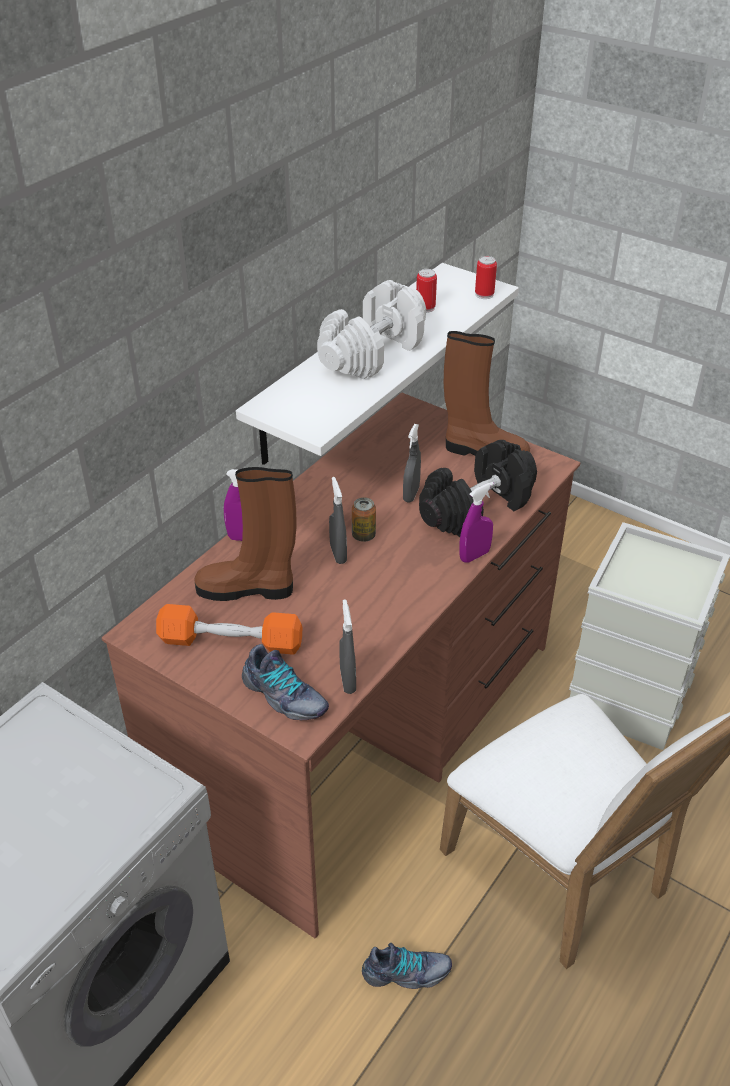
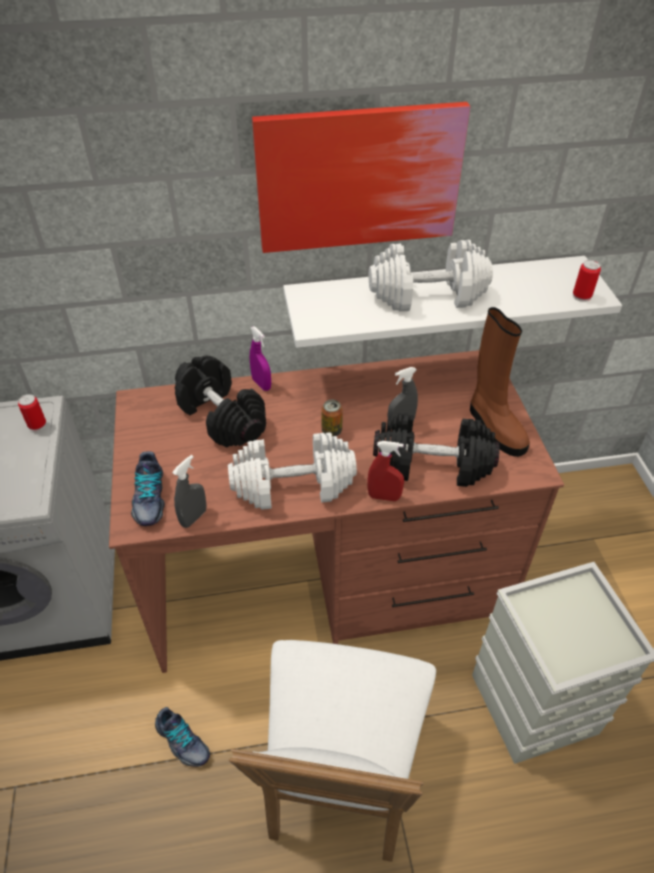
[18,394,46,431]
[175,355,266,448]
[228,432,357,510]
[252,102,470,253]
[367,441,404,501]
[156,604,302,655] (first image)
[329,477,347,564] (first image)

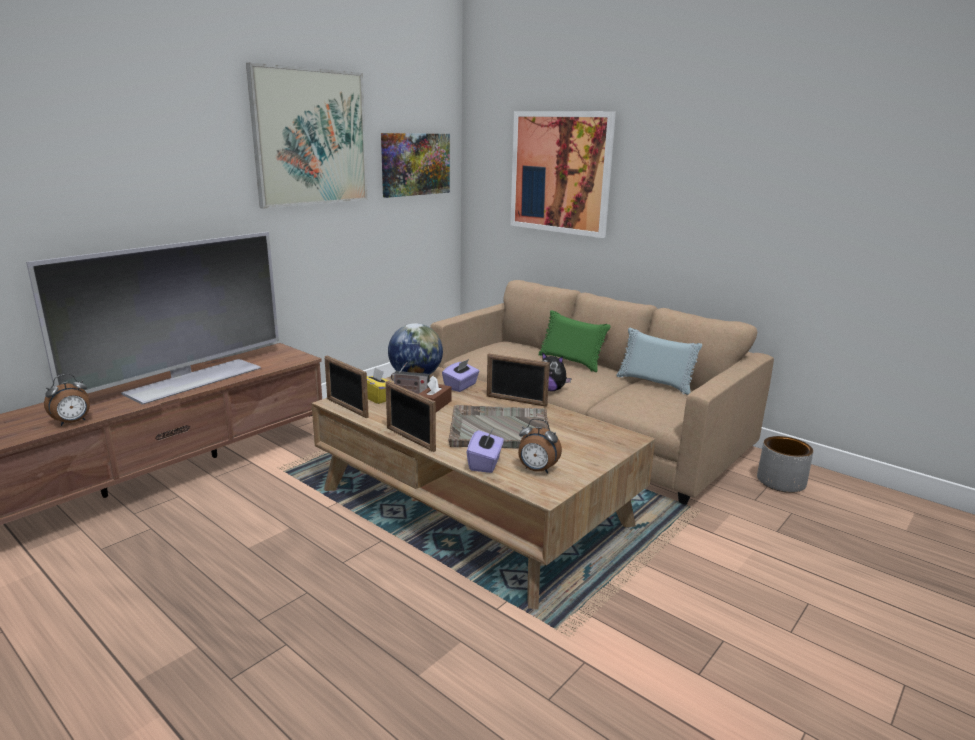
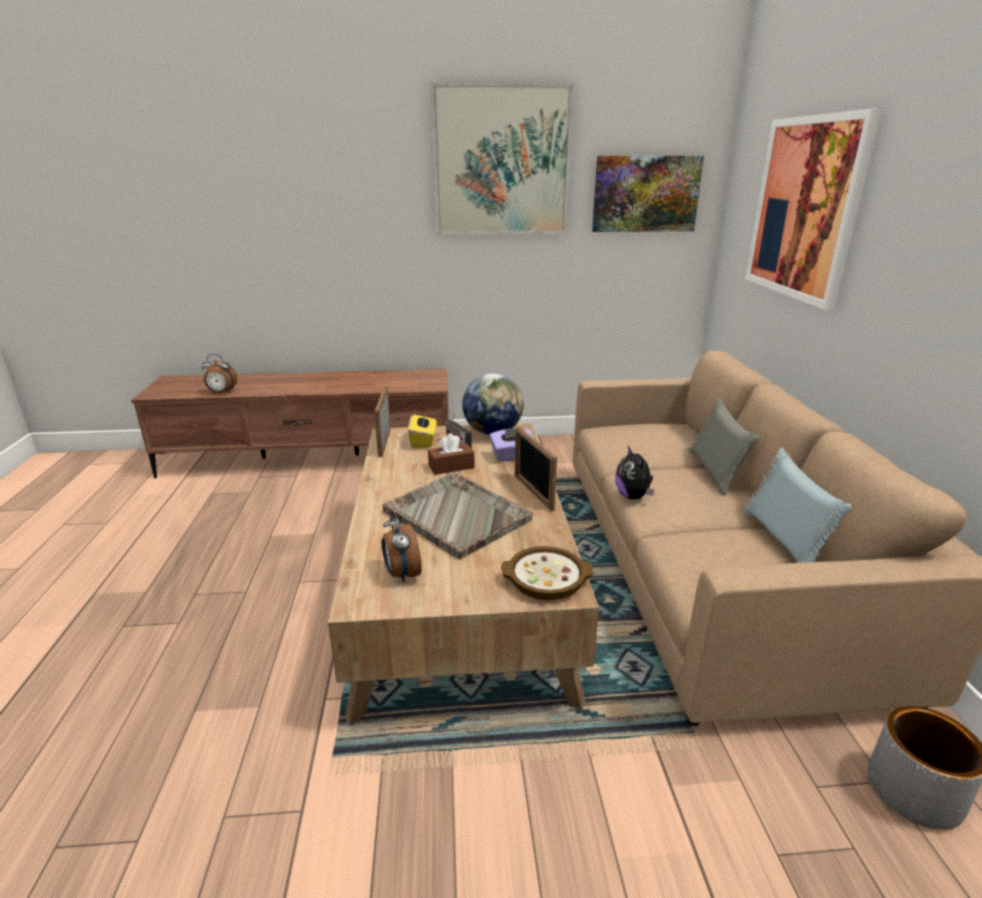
[501,546,593,600]
[688,398,760,496]
[26,232,279,405] (first image)
[386,381,436,452] (first image)
[467,429,504,473] (first image)

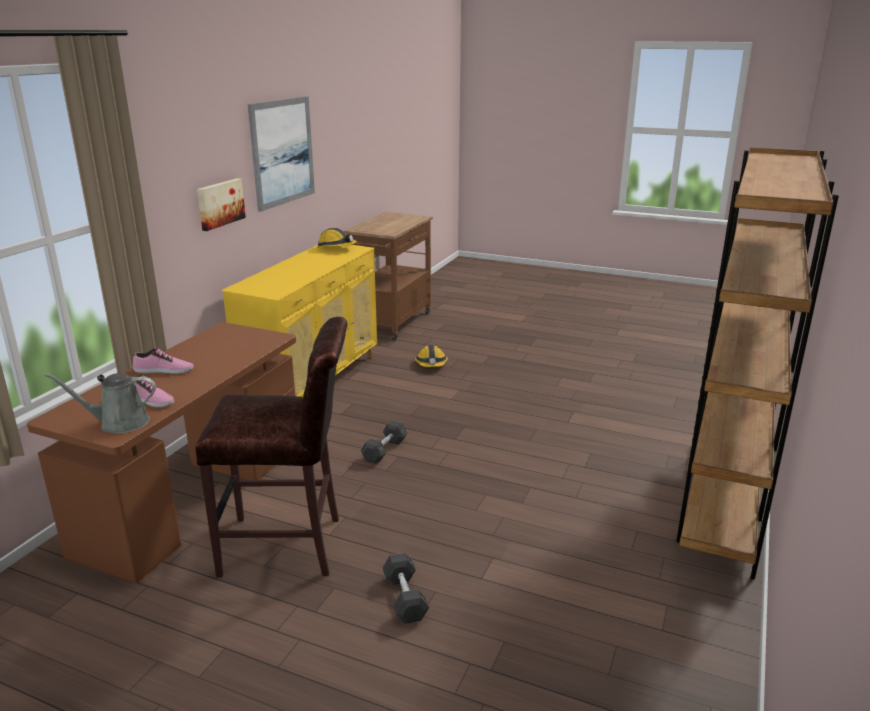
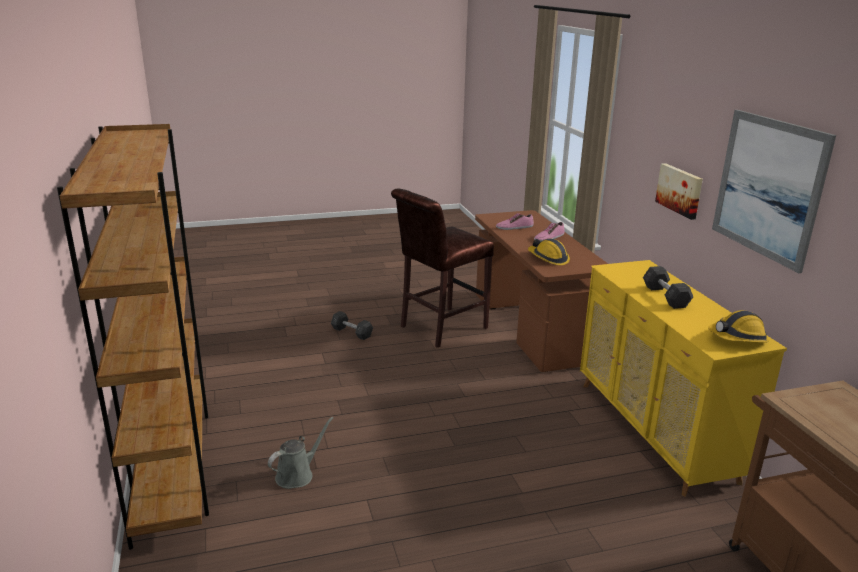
[268,417,333,489]
[528,238,570,265]
[643,266,693,309]

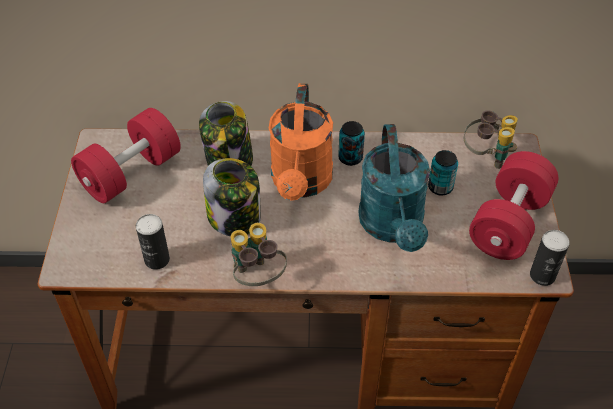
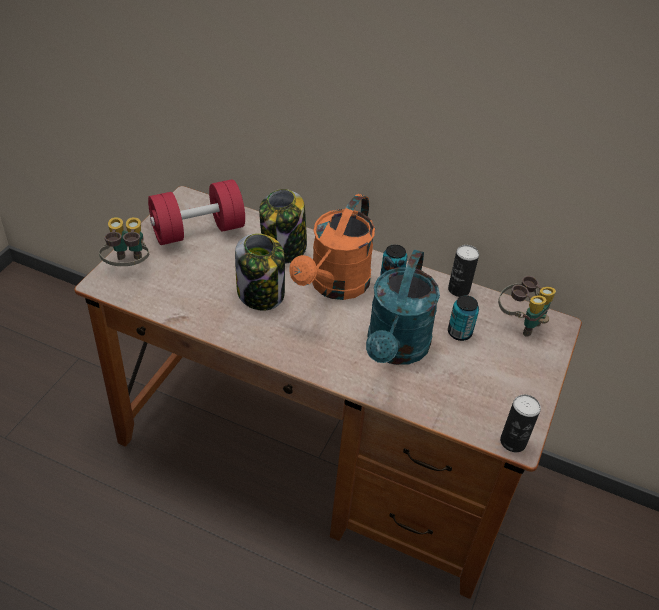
[99,217,149,266]
[448,245,479,297]
[469,151,558,260] (first image)

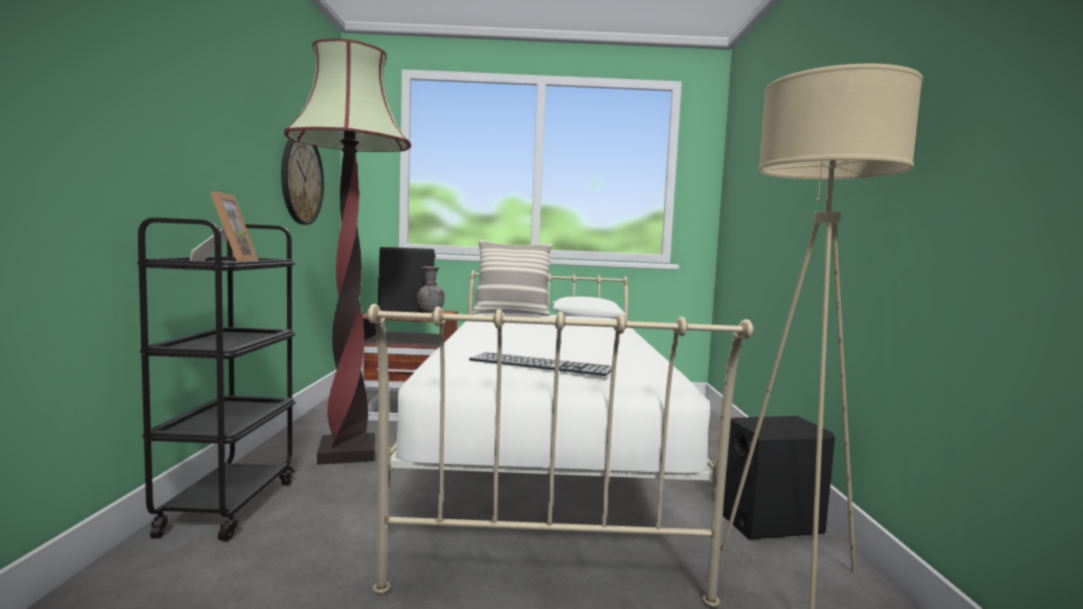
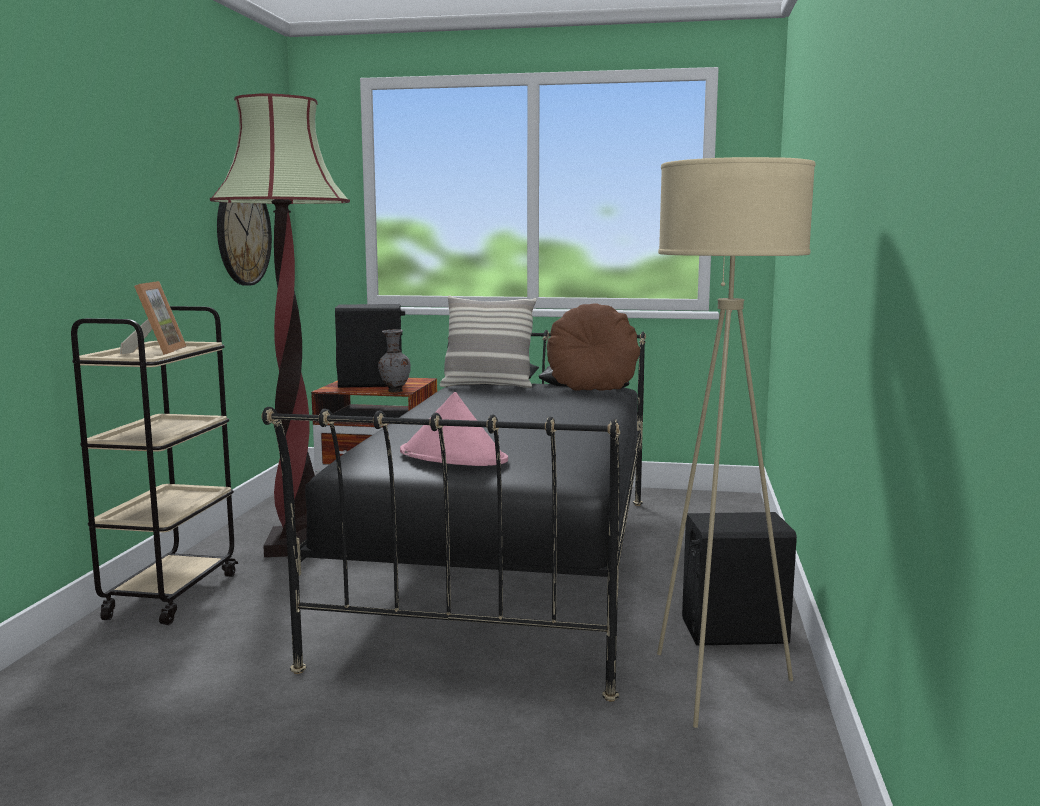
[71,306,238,625]
[261,330,646,701]
[400,392,508,466]
[547,303,640,391]

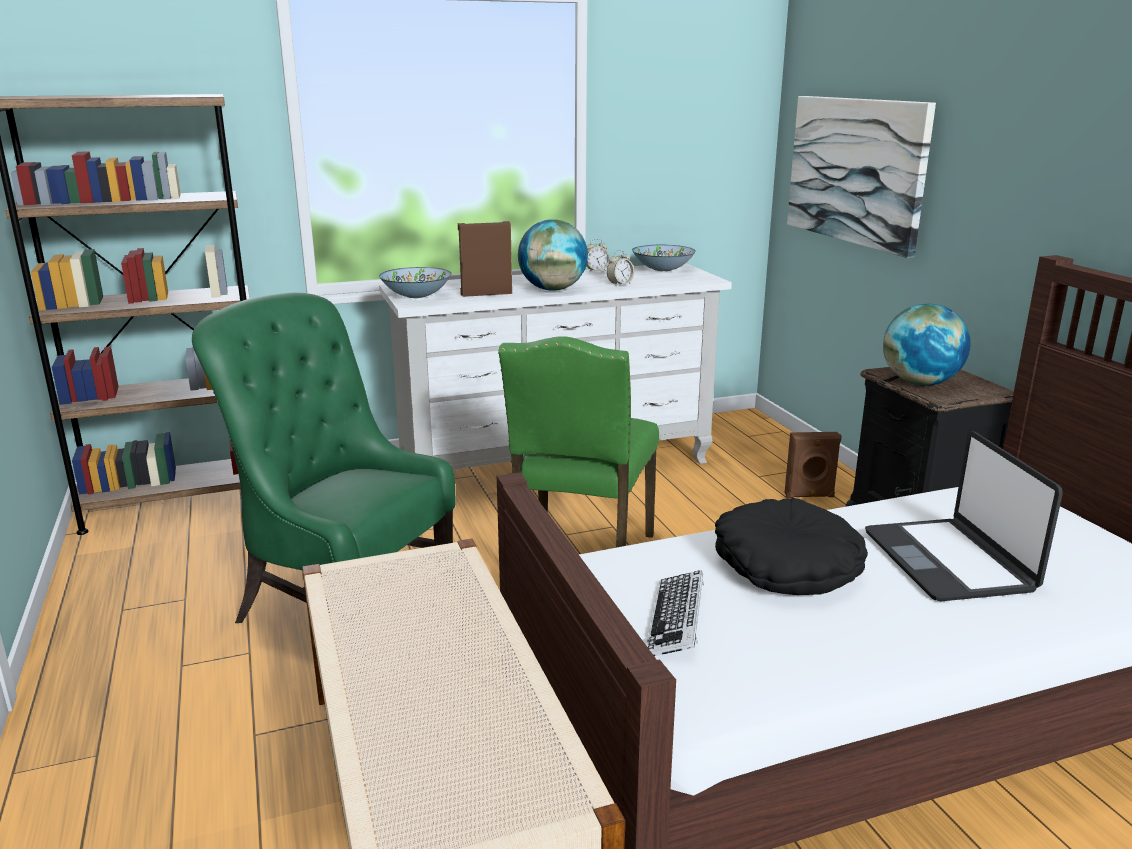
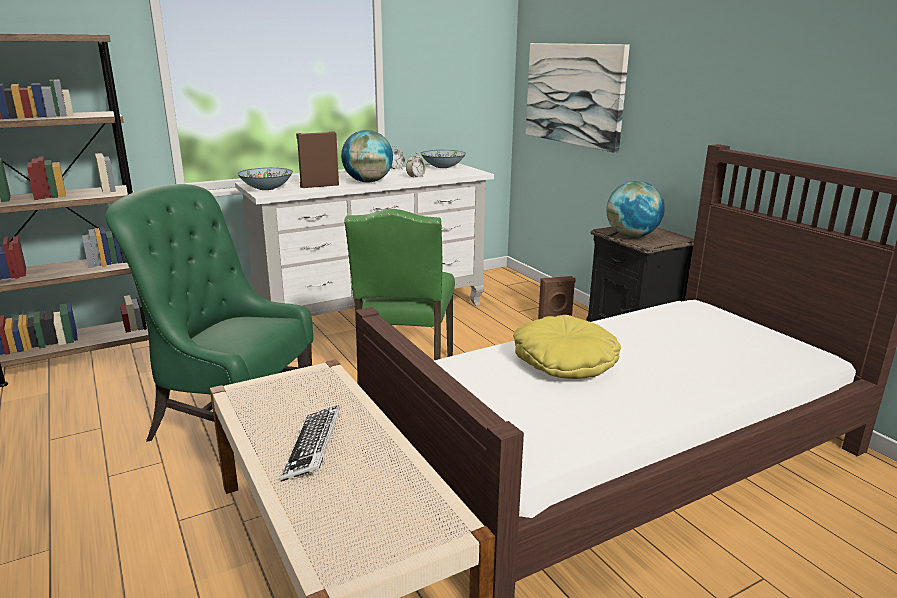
[280,405,340,482]
[513,315,621,379]
[865,431,1063,601] (first image)

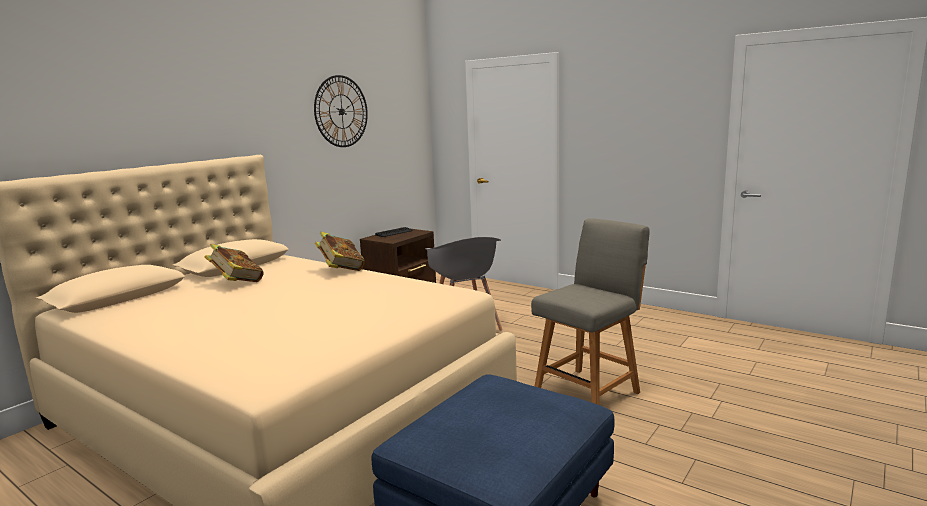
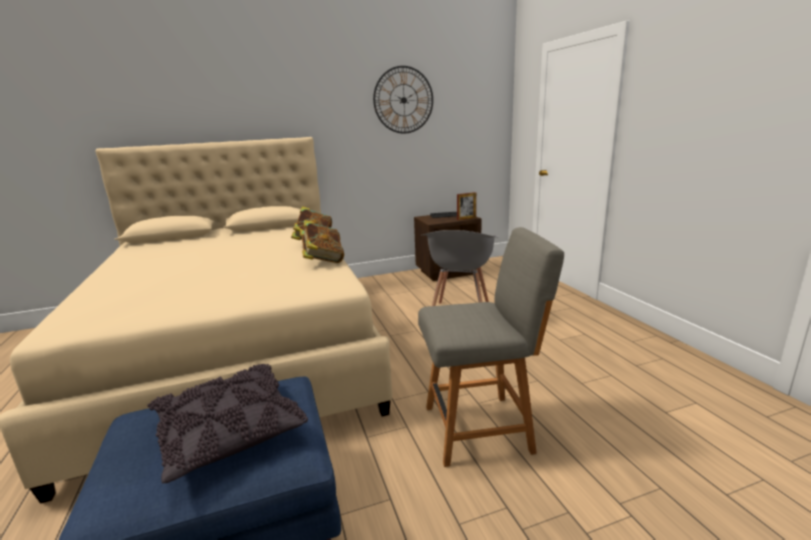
[147,364,308,483]
[300,220,344,263]
[457,192,476,220]

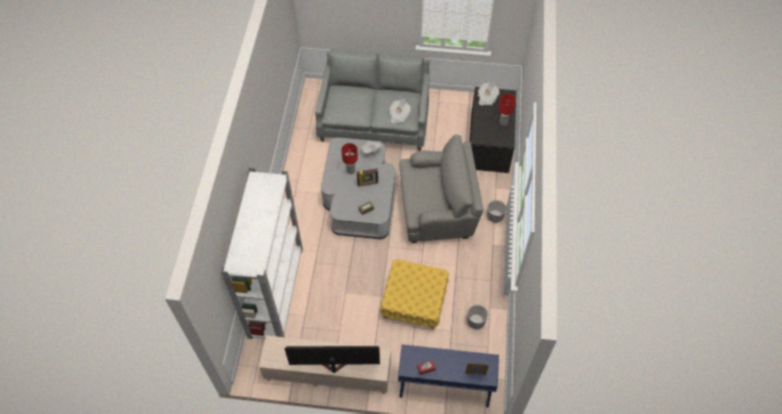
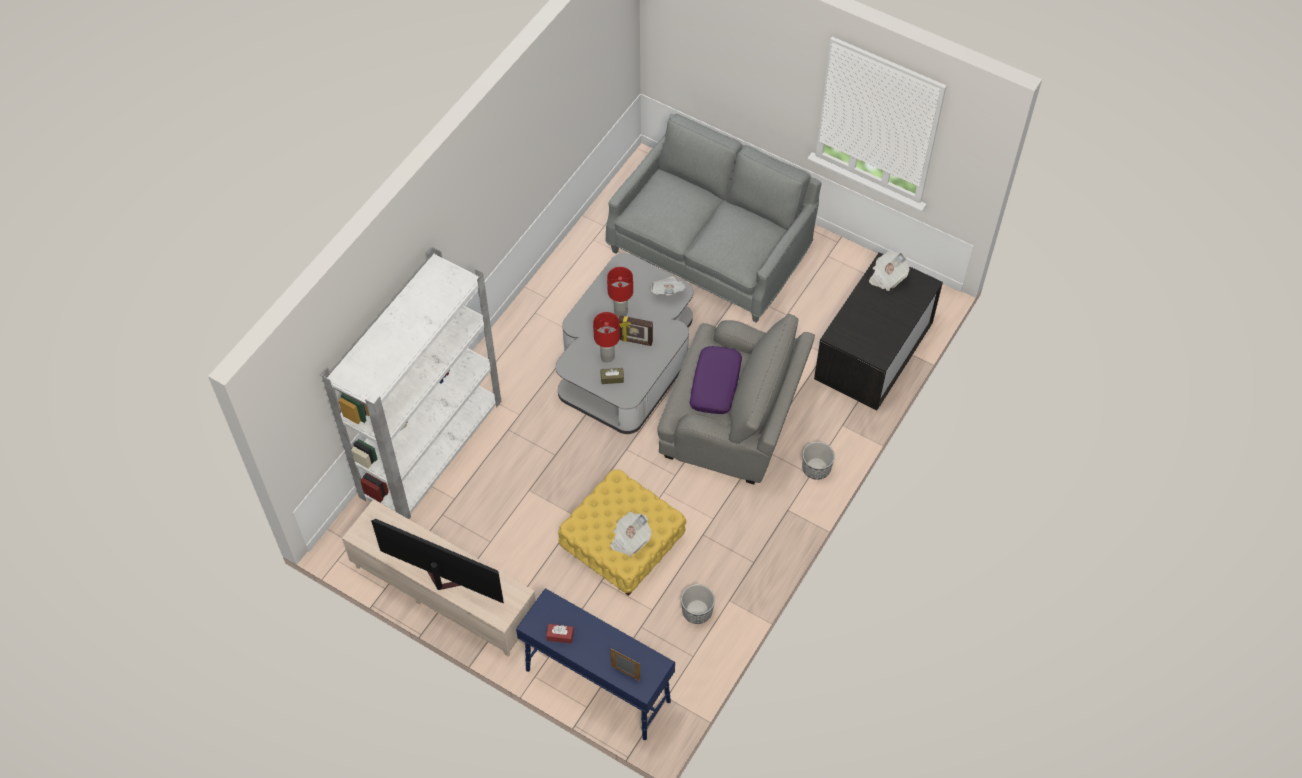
[593,312,620,362]
[610,512,652,557]
[690,346,742,414]

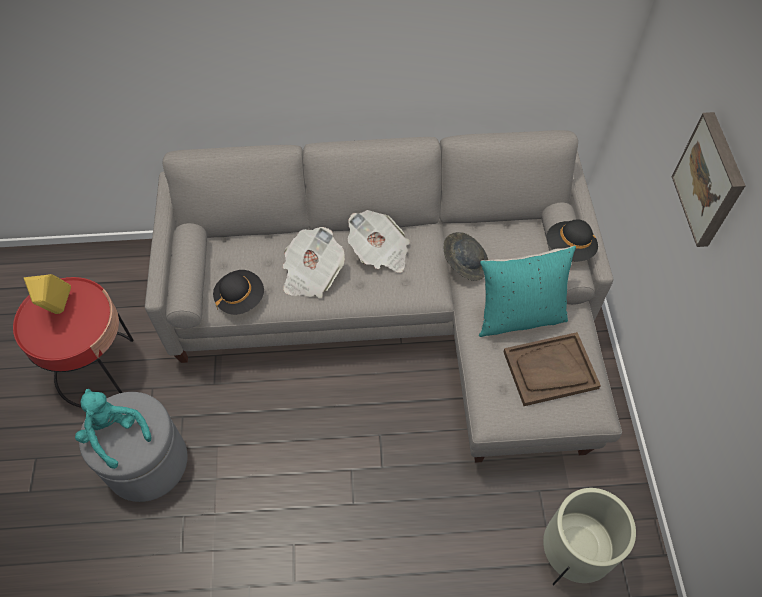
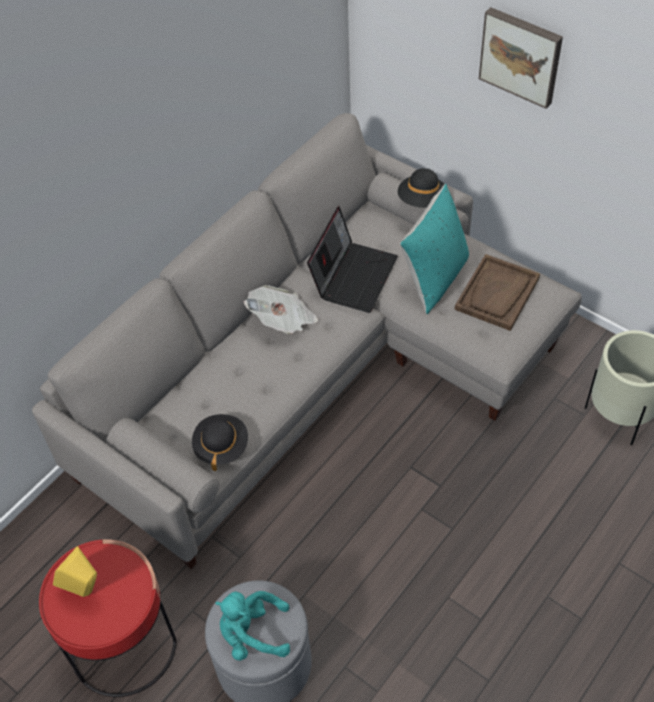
[307,206,398,313]
[283,227,345,298] (first image)

